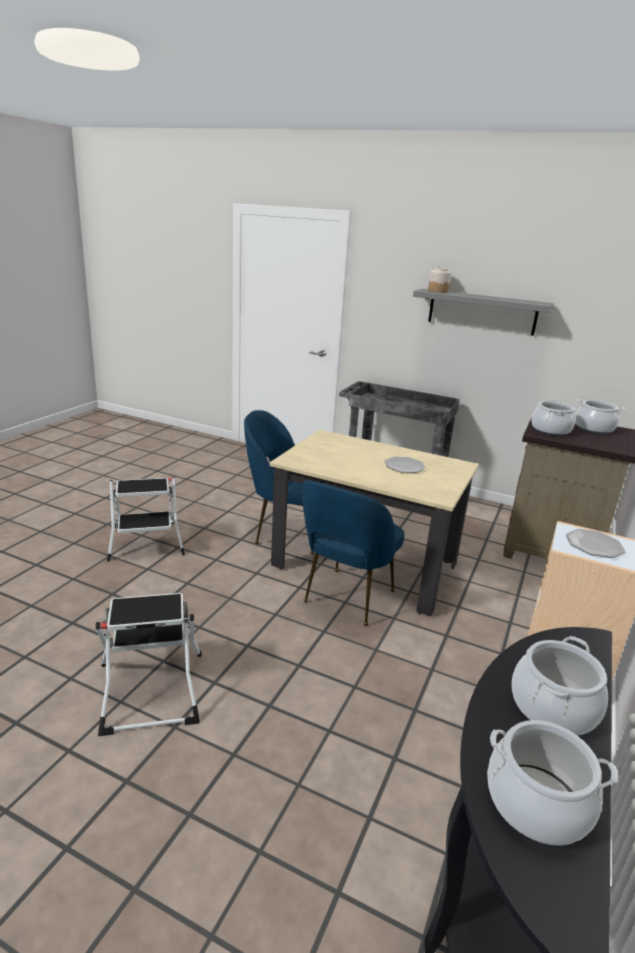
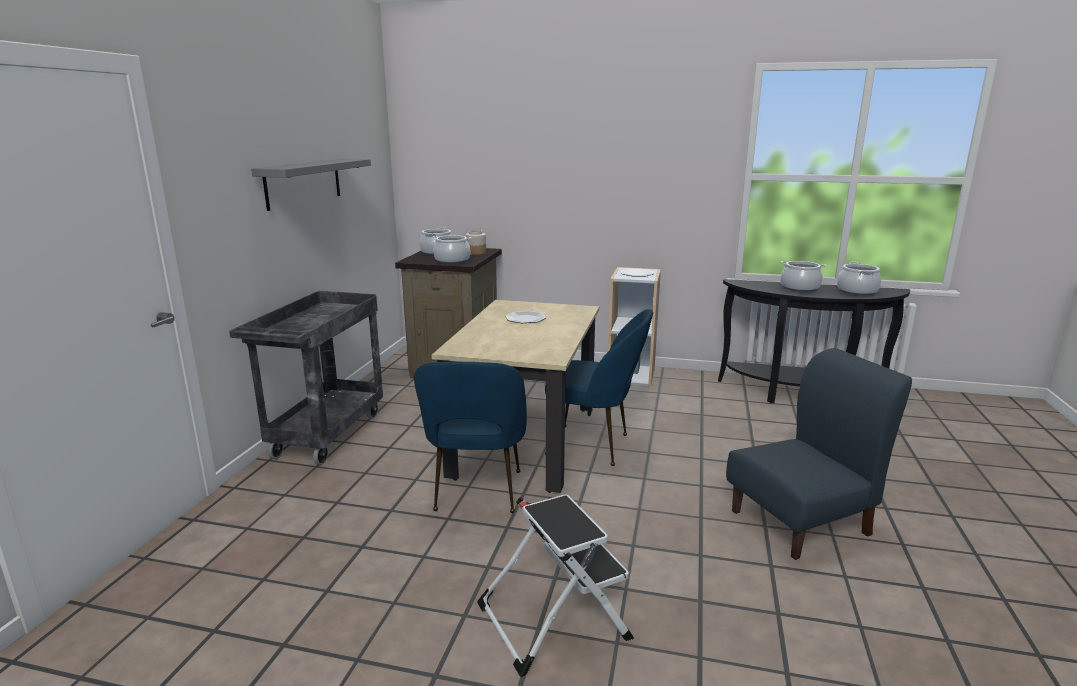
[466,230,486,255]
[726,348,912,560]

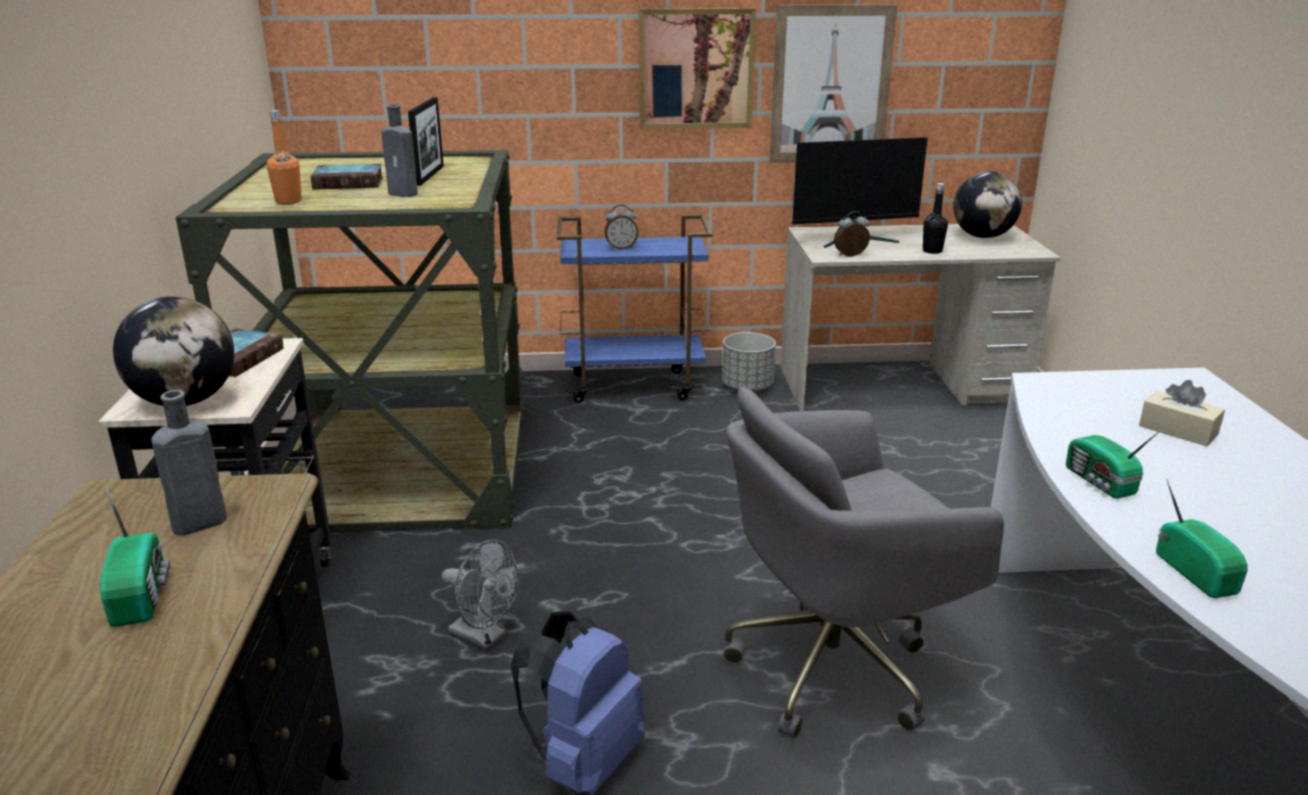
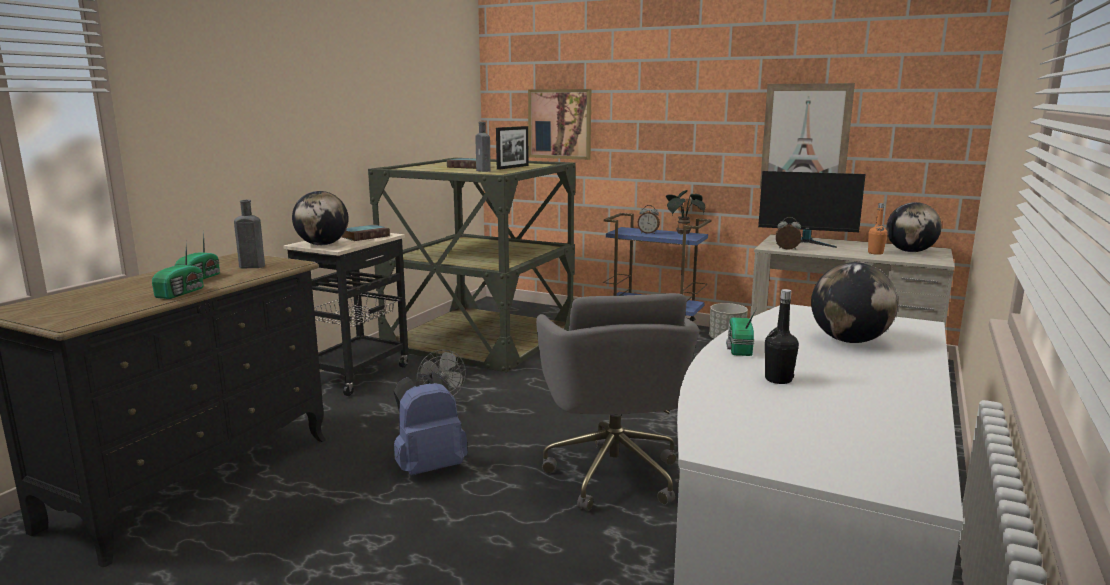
[152,241,203,299]
[528,89,591,160]
[536,293,699,511]
[666,190,705,235]
[765,289,799,384]
[811,262,898,343]
[868,203,887,255]

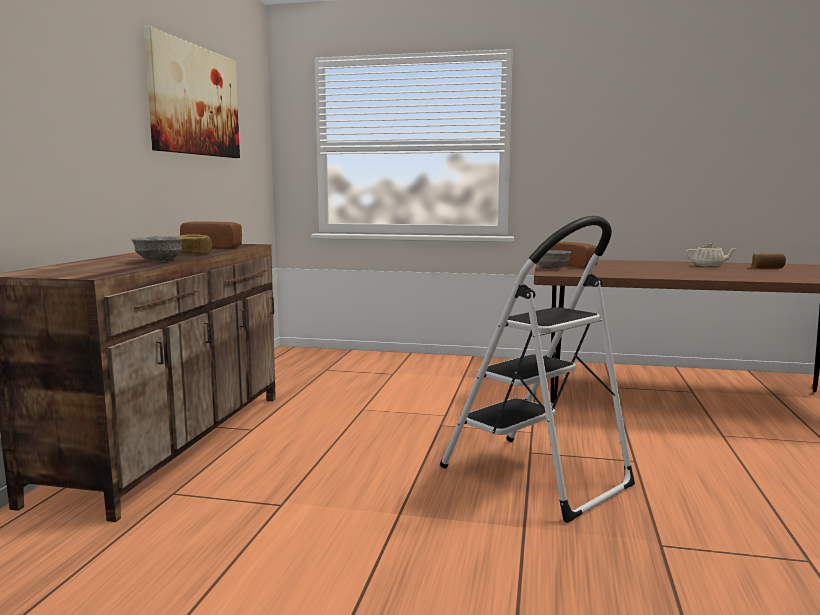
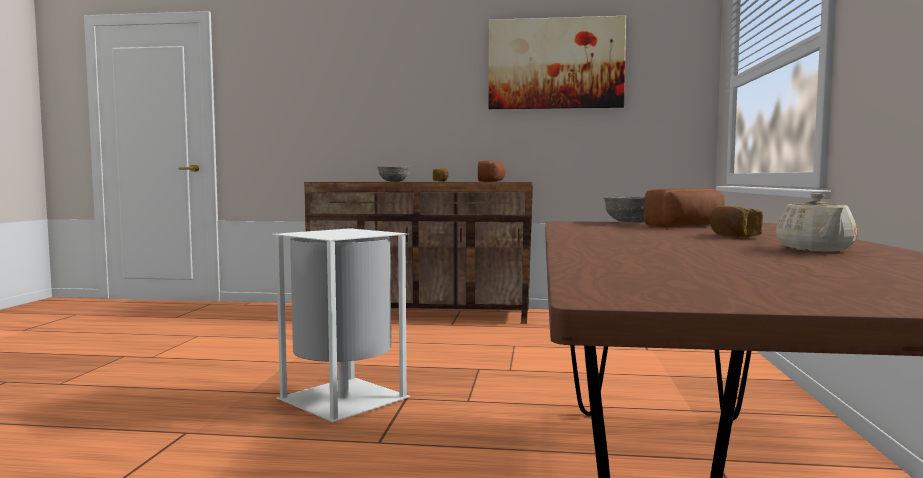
[272,228,410,422]
[710,206,763,237]

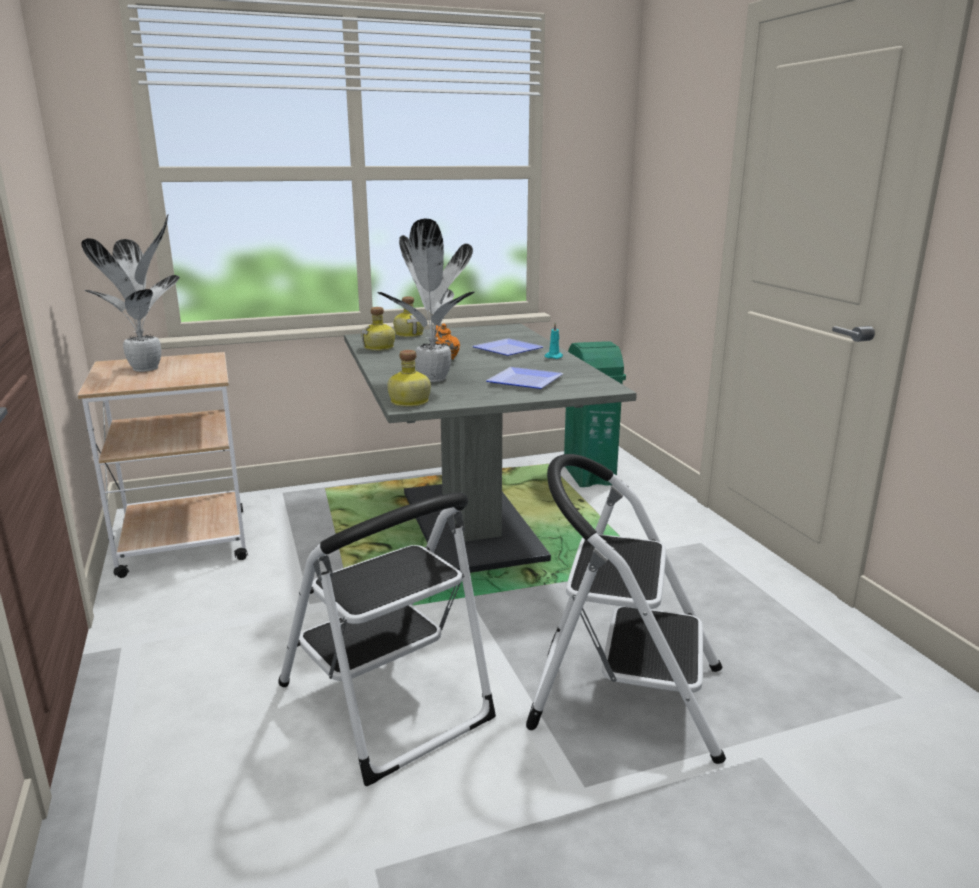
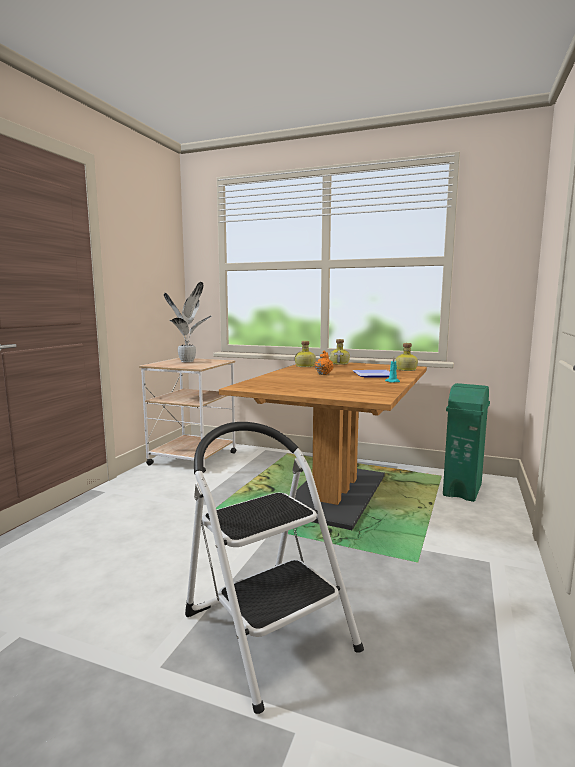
[219,361,427,530]
[395,343,418,371]
[278,492,496,786] (first image)
[377,219,474,382] (first image)
[486,367,563,389] (first image)

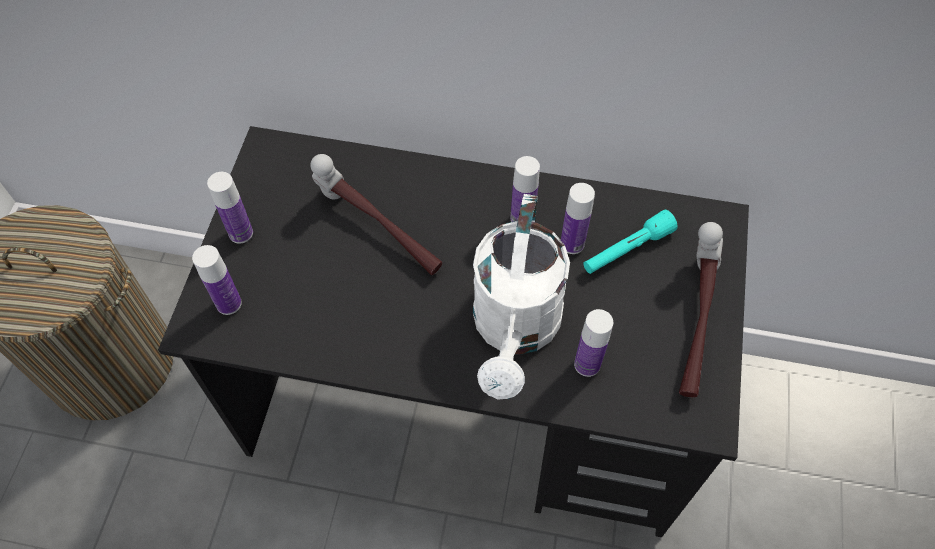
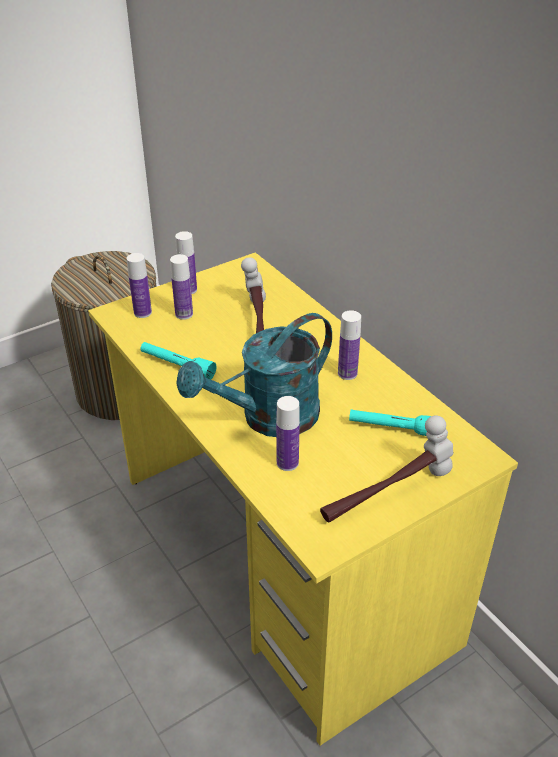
[88,252,518,746]
[141,342,216,380]
[170,254,193,320]
[176,313,332,437]

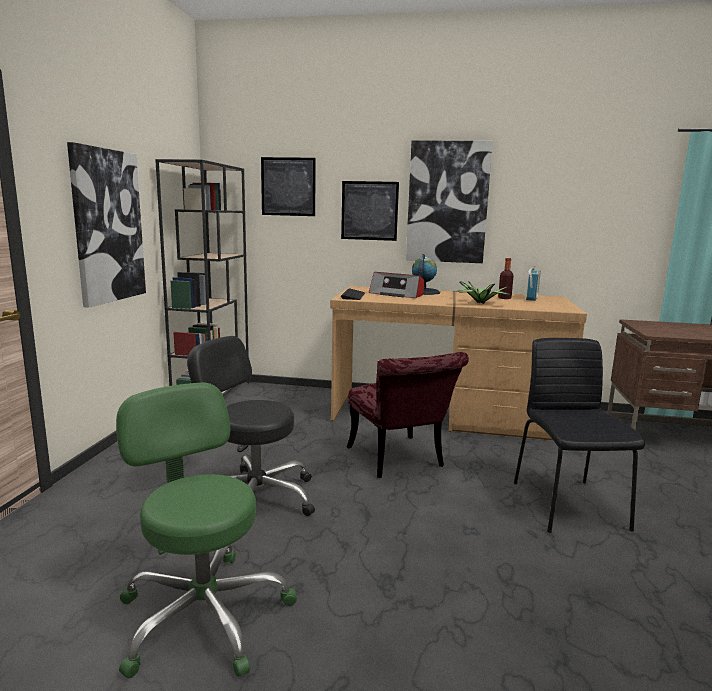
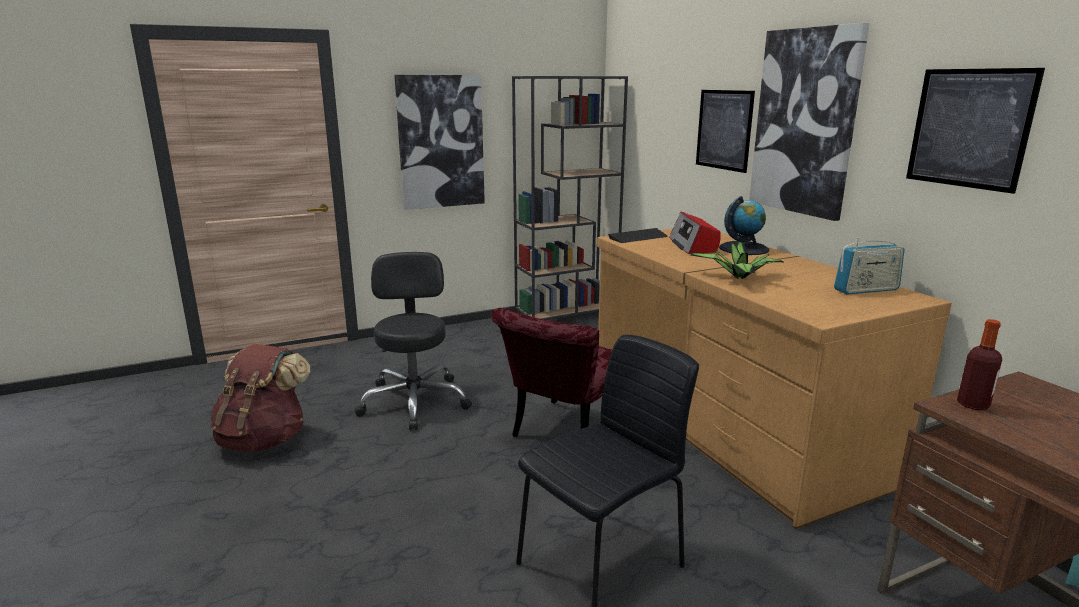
[210,344,310,452]
[906,68,1045,194]
[957,319,1002,410]

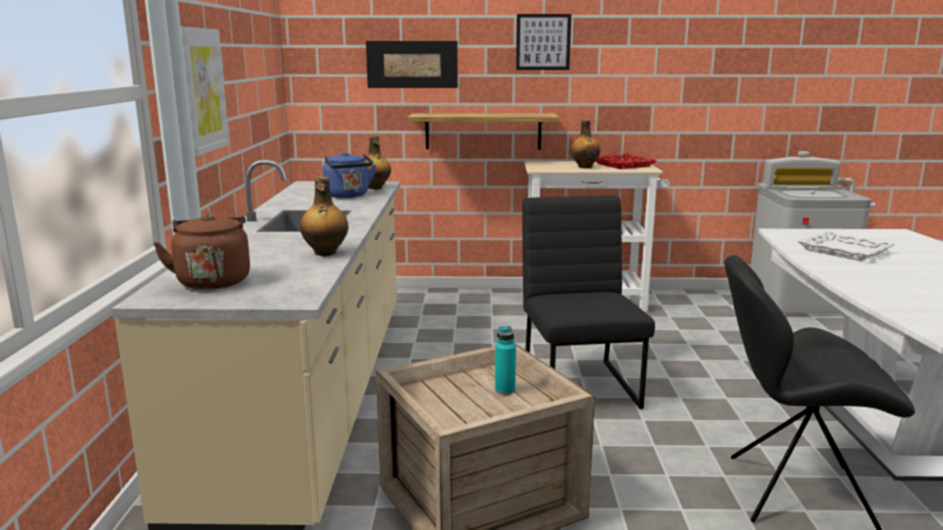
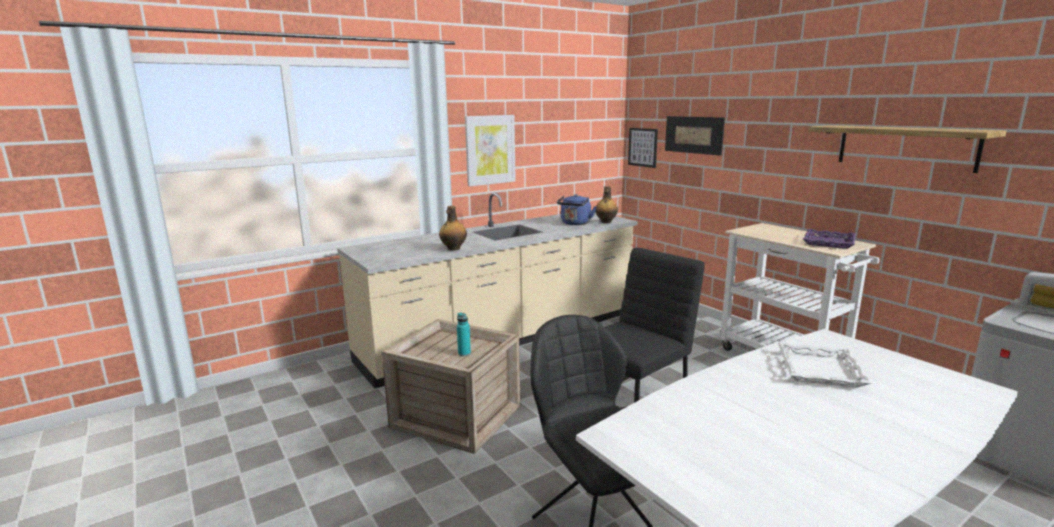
[628,128,658,168]
[803,229,856,249]
[808,125,1006,173]
[153,214,250,290] (first image)
[571,119,600,168] (first image)

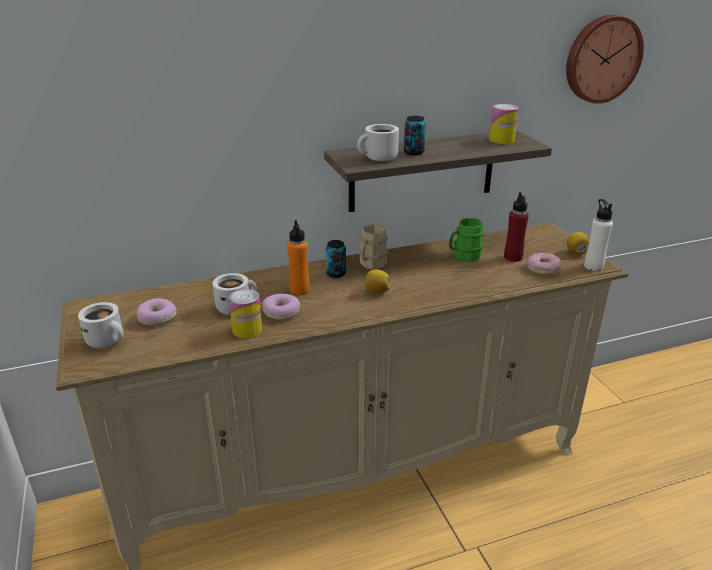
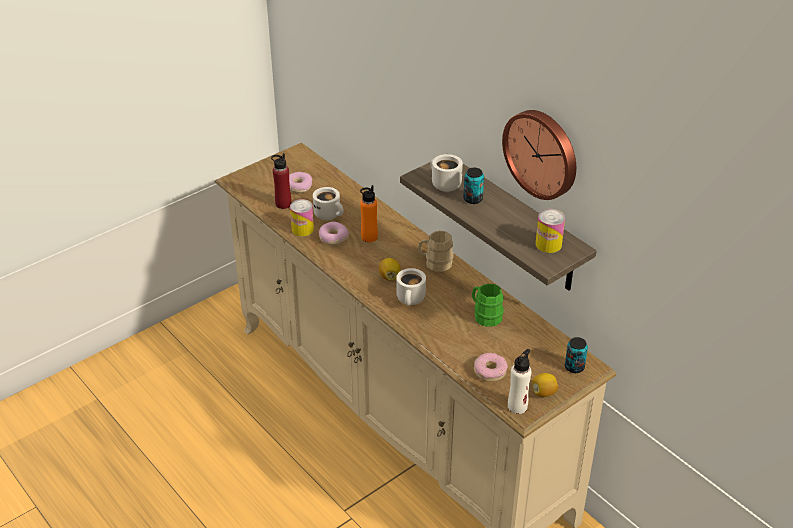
[271,153,292,209]
[396,268,426,306]
[502,110,576,200]
[565,337,588,373]

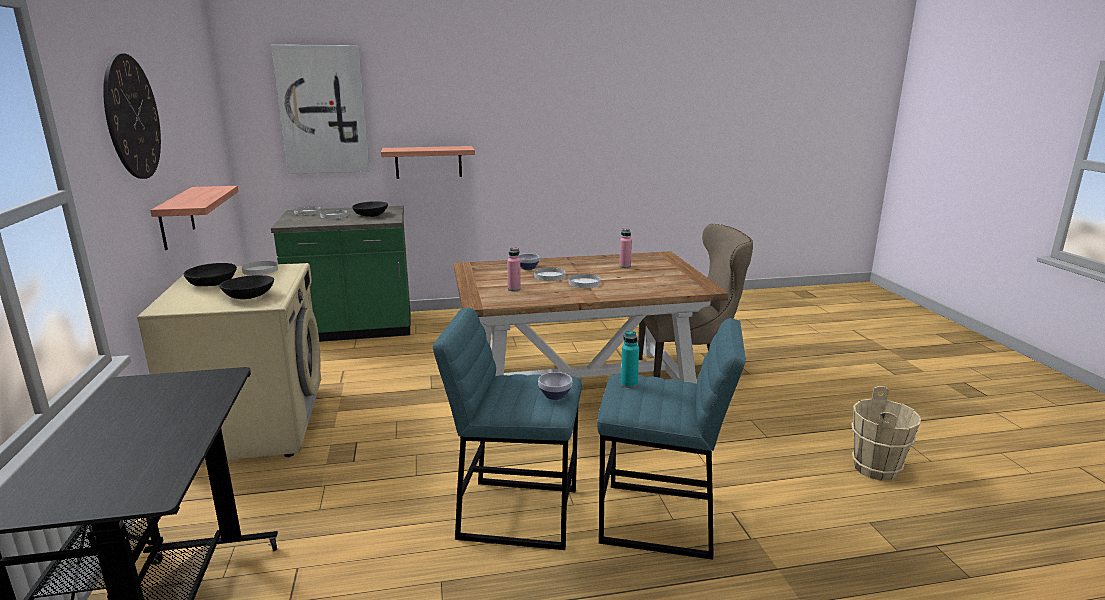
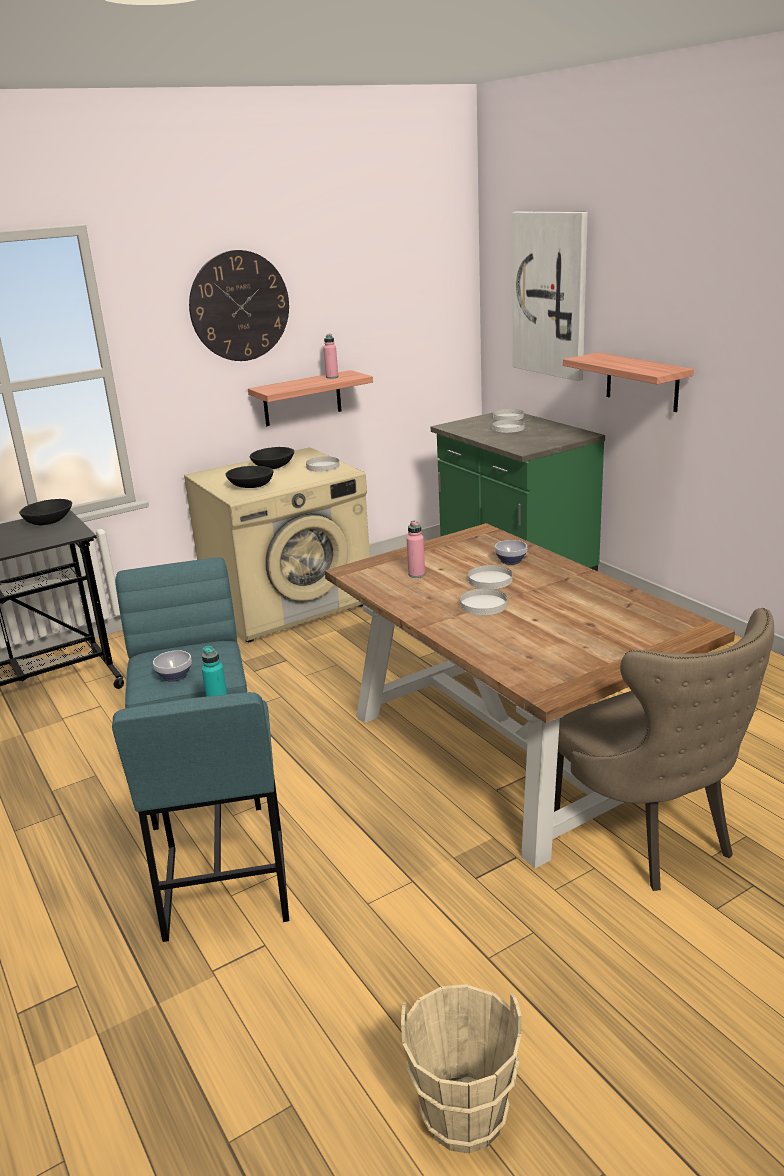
[19,499,72,525]
[324,334,338,379]

